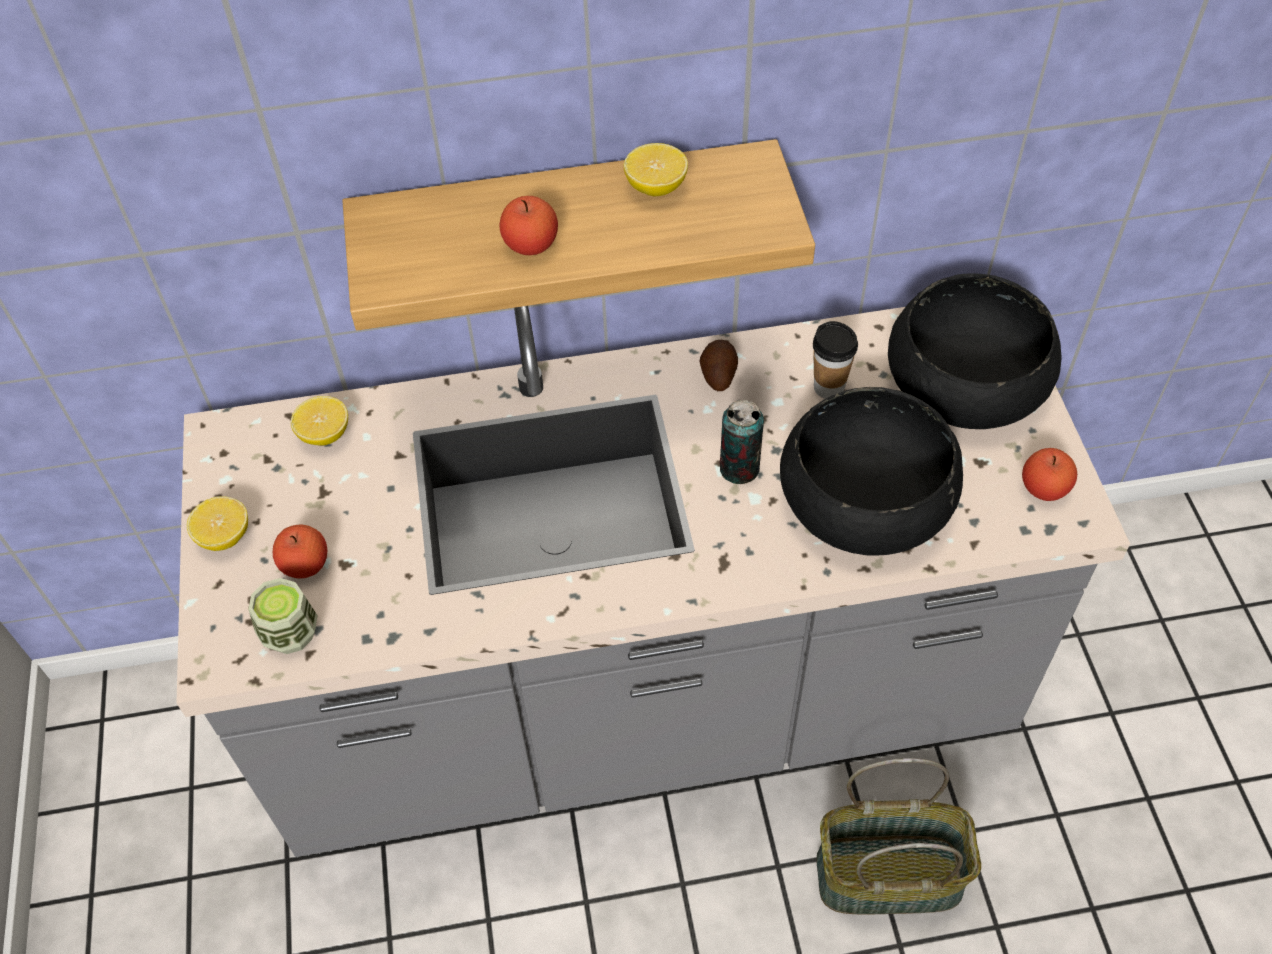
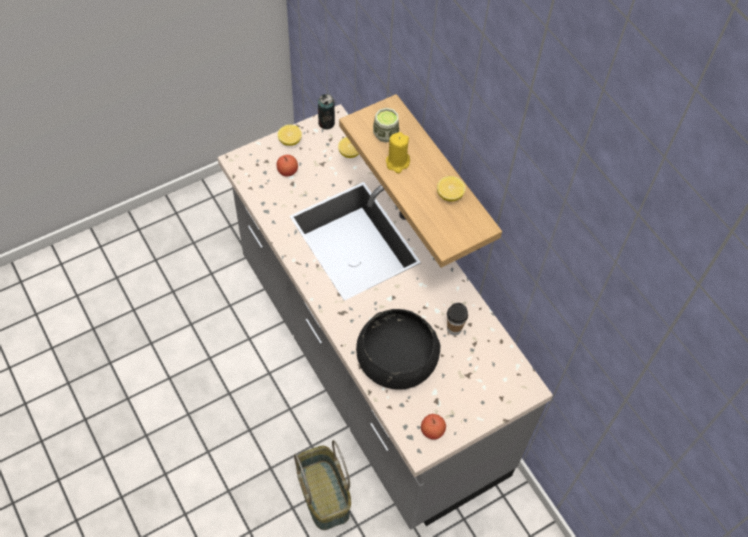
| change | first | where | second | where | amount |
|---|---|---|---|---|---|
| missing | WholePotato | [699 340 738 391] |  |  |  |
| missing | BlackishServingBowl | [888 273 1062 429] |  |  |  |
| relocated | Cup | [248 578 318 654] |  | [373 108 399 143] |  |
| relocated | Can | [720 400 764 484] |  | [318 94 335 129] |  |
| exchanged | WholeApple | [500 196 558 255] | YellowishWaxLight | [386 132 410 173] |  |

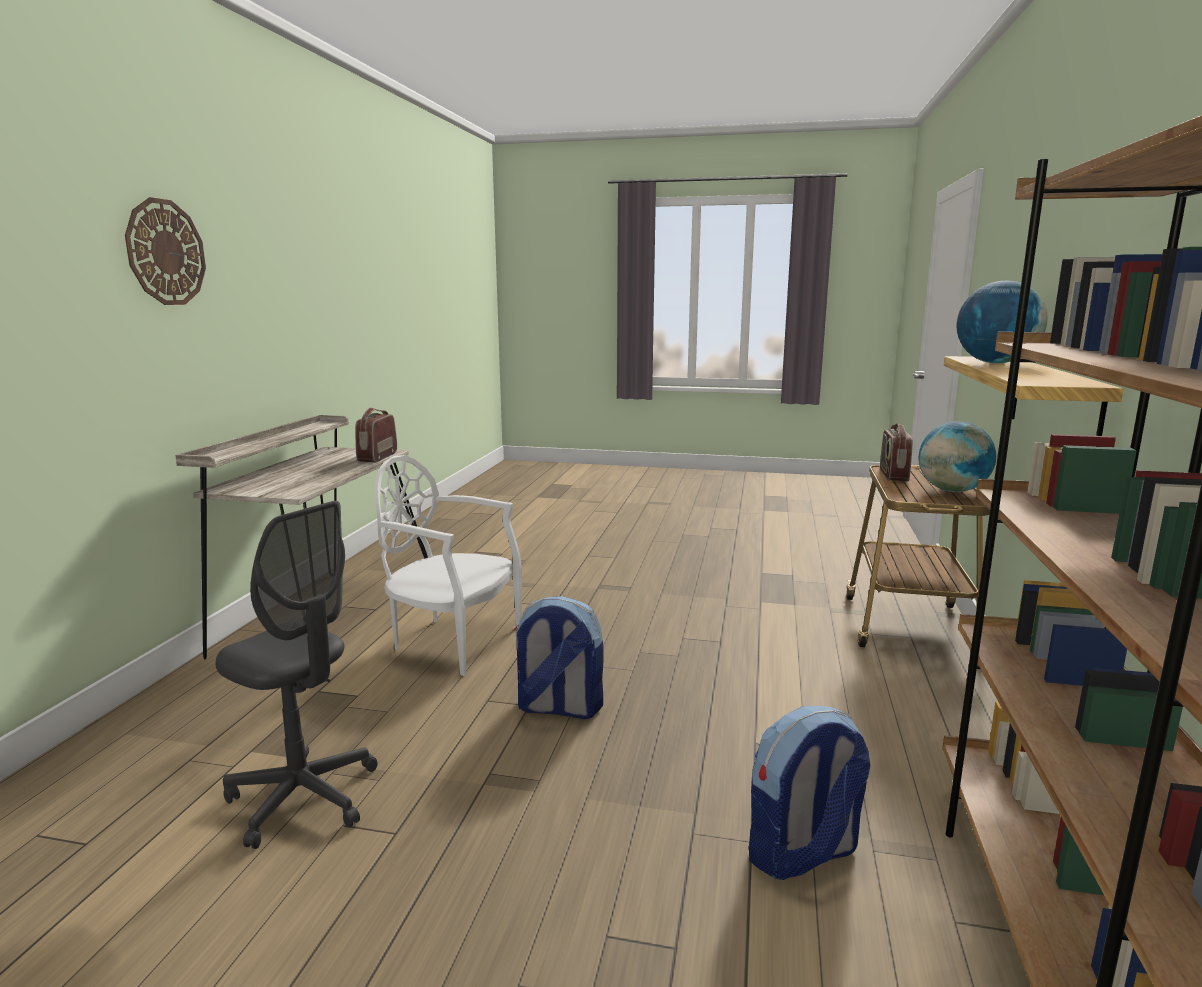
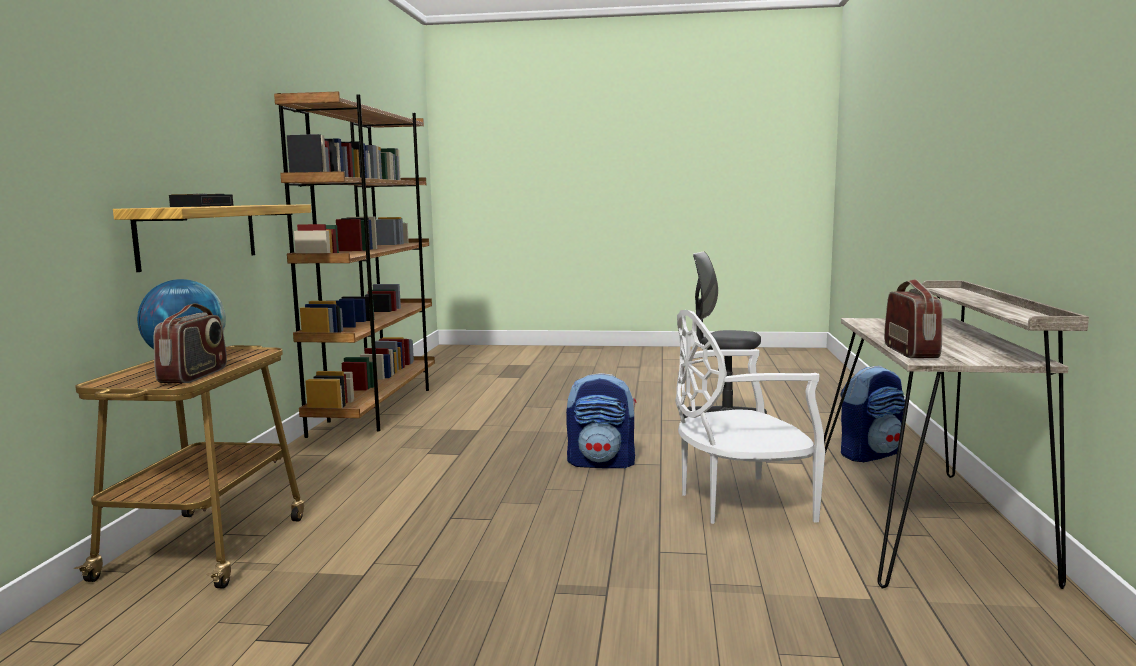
| change | first | where | second | where | amount |
|---|---|---|---|---|---|
| missing | HangingClock | [125 197 206 305] |  |  |  |
| relocated | Rucksack | [749 706 870 880] |  | [841 366 905 462] |  |
| exchanged | WorldGlobe | [957 281 1048 363] | TableClock | [169 194 234 207] |  |
| spun | WhiteUprightChair | [375 455 522 676] |  | [675 310 825 524] | 150 degrees clockwise |

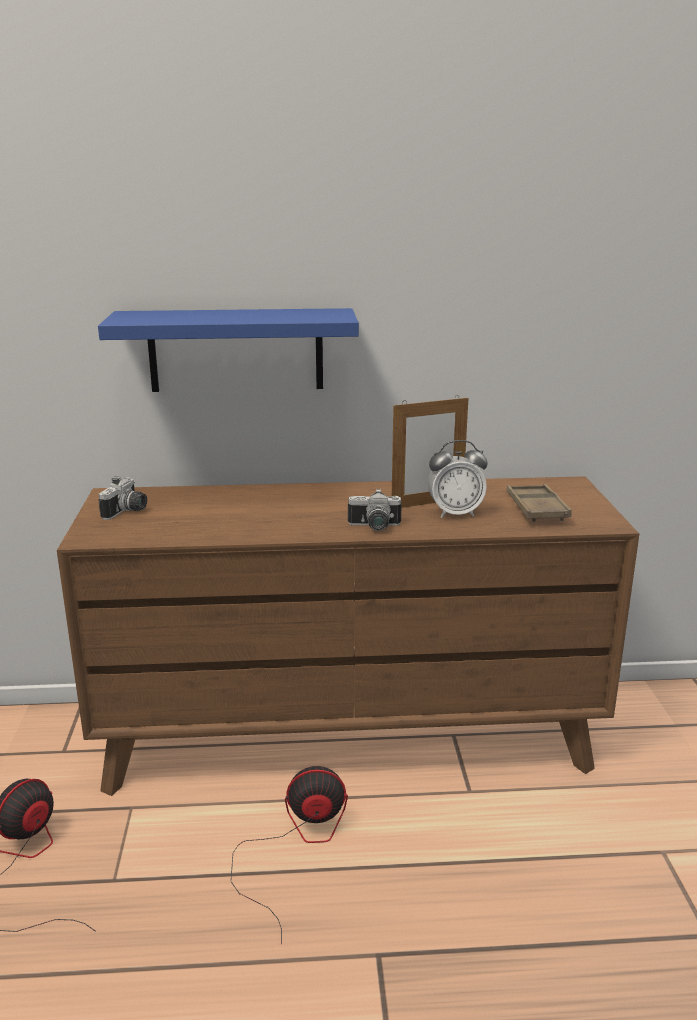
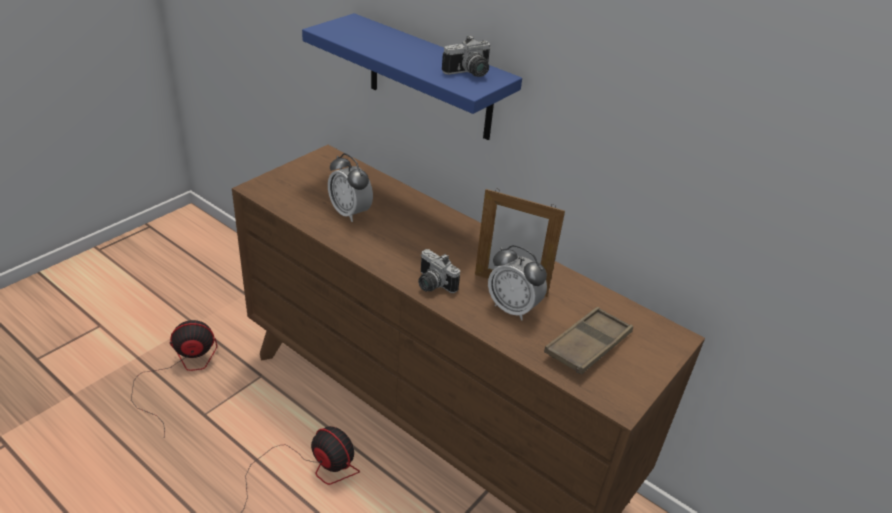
| change | first | where | second | where | amount |
|---|---|---|---|---|---|
| appeared |  |  | TableClock | [328 153 373 222] |  |
| relocated | PhotoCamera | [98 476 147 520] |  | [442 35 491 77] |  |

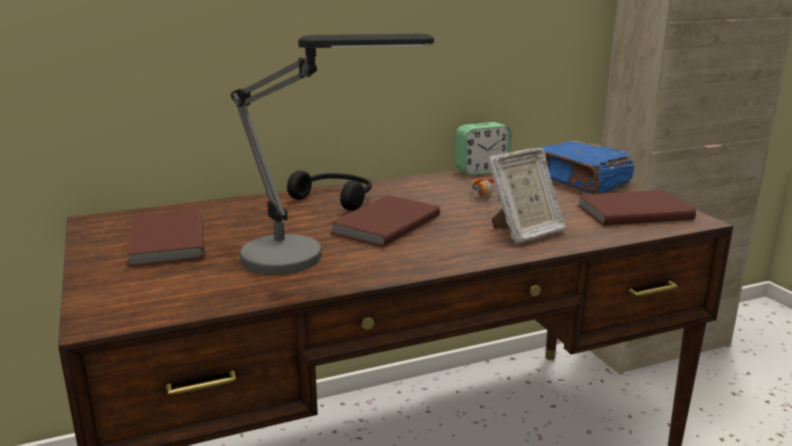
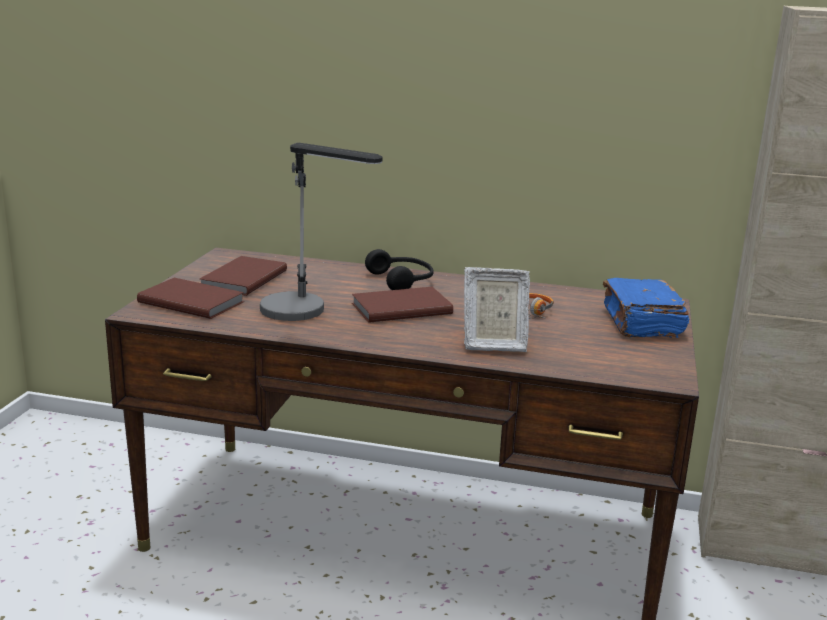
| change | first | where | second | where | amount |
|---|---|---|---|---|---|
| missing | TableClock | [456 122 512 175] |  |  |  |
| relocated | BrownColouredBoundBook | [577 190 696 226] |  | [137 278 244 319] |  |

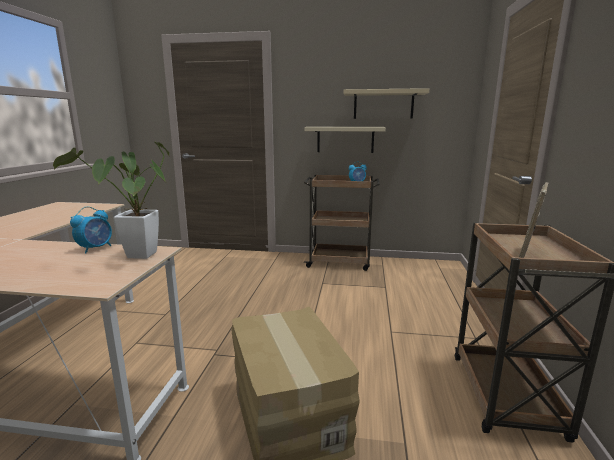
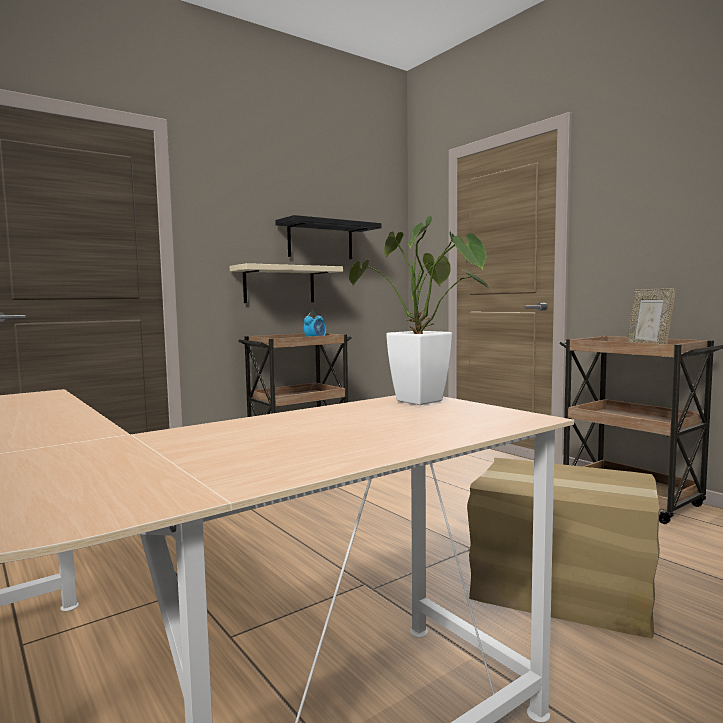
| change | first | where | second | where | amount |
|---|---|---|---|---|---|
| missing | TableClock | [70 206 112 253] |  |  |  |
| colour | BeigeColouredWallShelf | [343 88 429 119] | BlackishWallShelf | [275 215 382 259] |  |

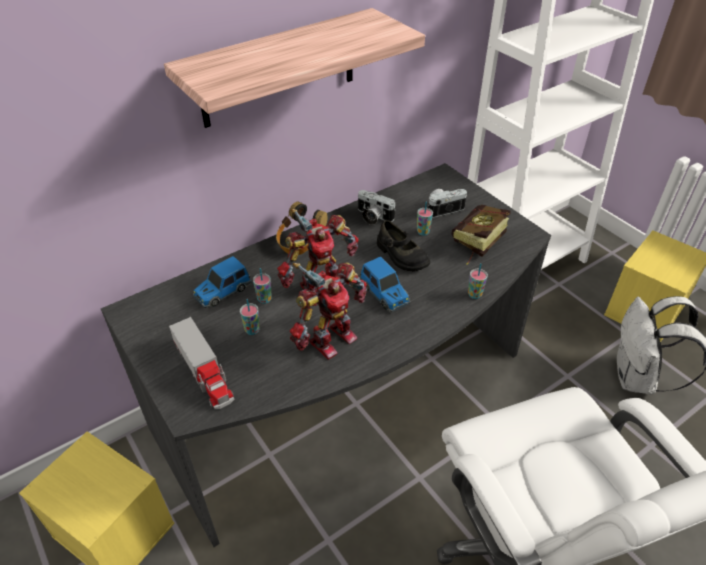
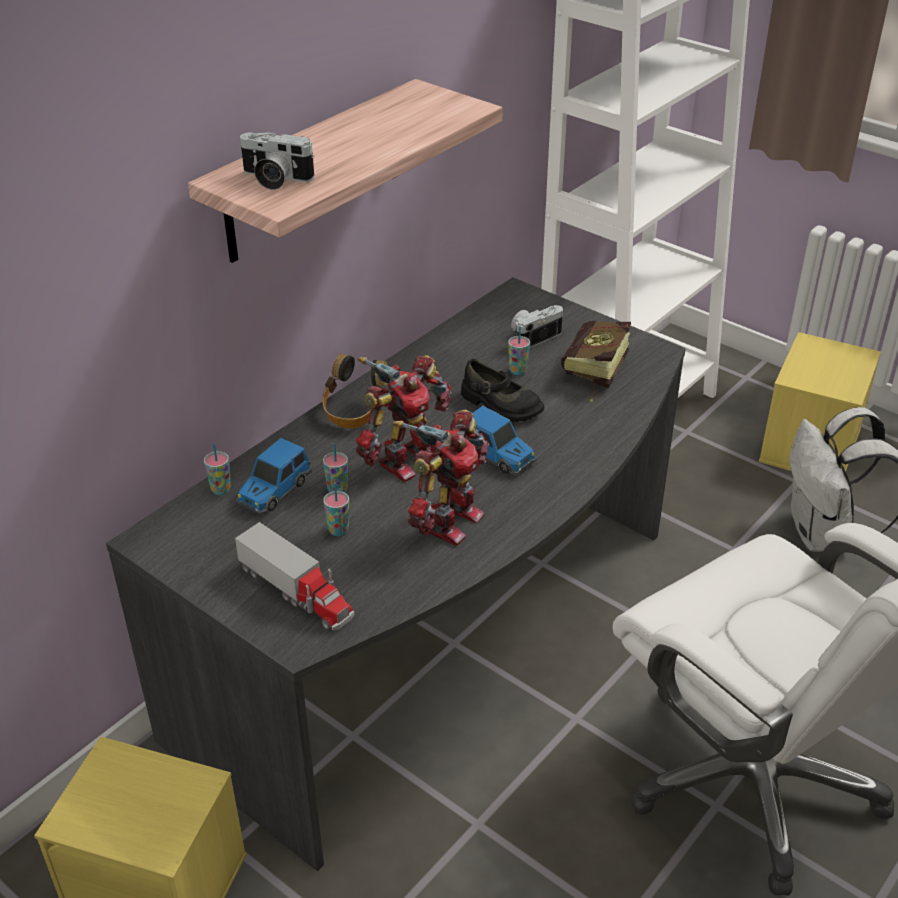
| change | first | where | second | where | amount |
|---|---|---|---|---|---|
| relocated | PhotoCamera | [358 190 396 225] |  | [239 132 315 190] |  |
| relocated | Cup | [468 263 488 299] |  | [204 443 231 495] |  |

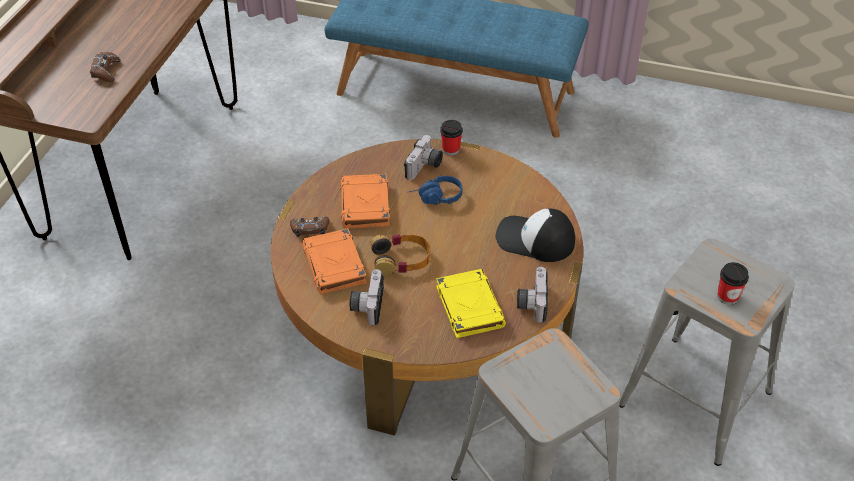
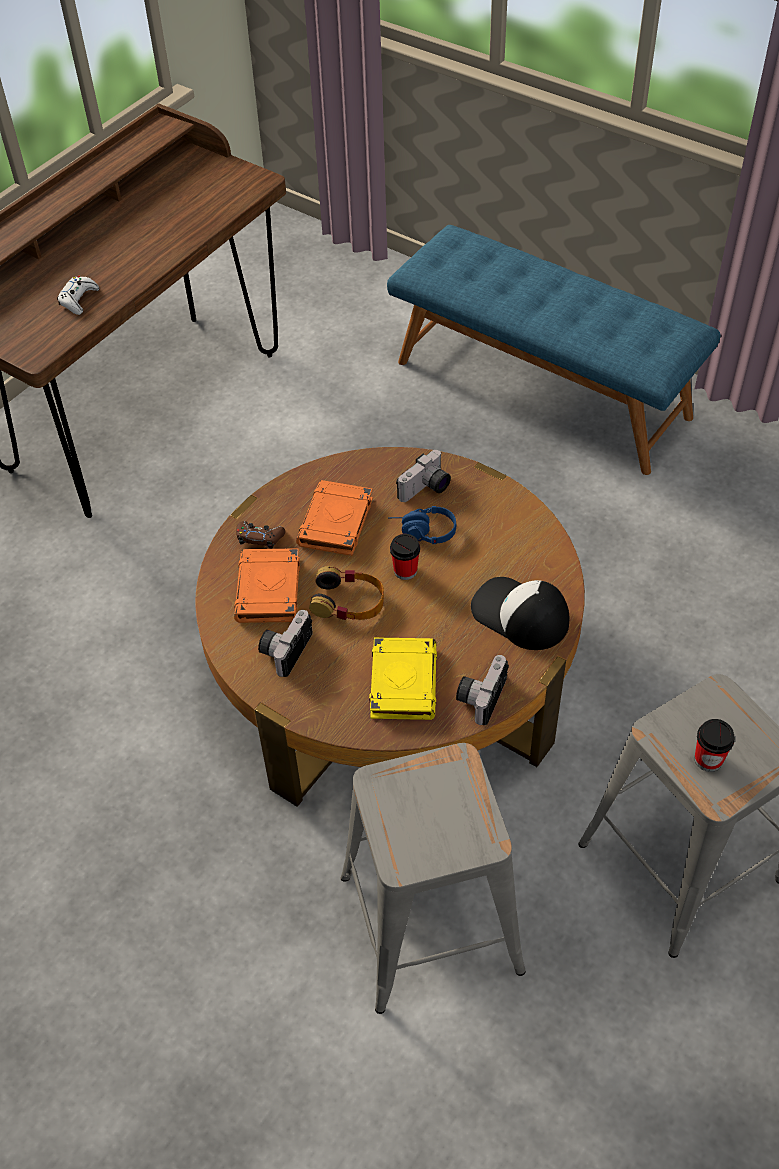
| change | first | where | second | where | amount |
|---|---|---|---|---|---|
| relocated | Cup | [440 120 463 156] |  | [390 534 420 580] |  |
| colour | BrownColouredGamepad | [90 52 121 82] | WhiteGamepad | [57 276 99 315] |  |

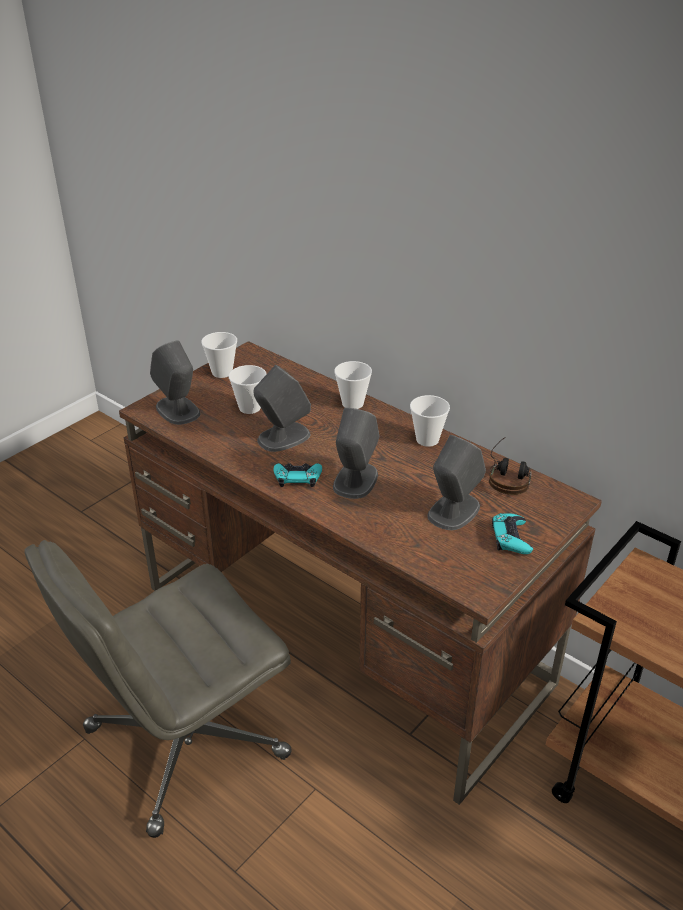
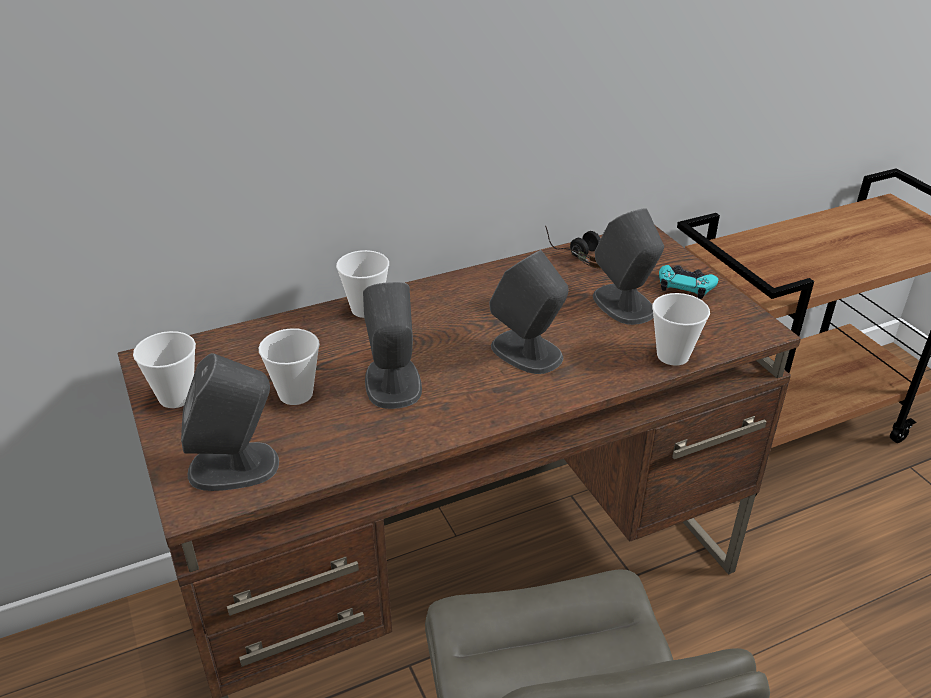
| change | first | where | second | where | amount |
|---|---|---|---|---|---|
| missing | BlueGreenGamepad | [274 463 322 487] |  |  |  |
| relocated | Cup | [410 395 450 447] |  | [652 293 710 366] |  |

